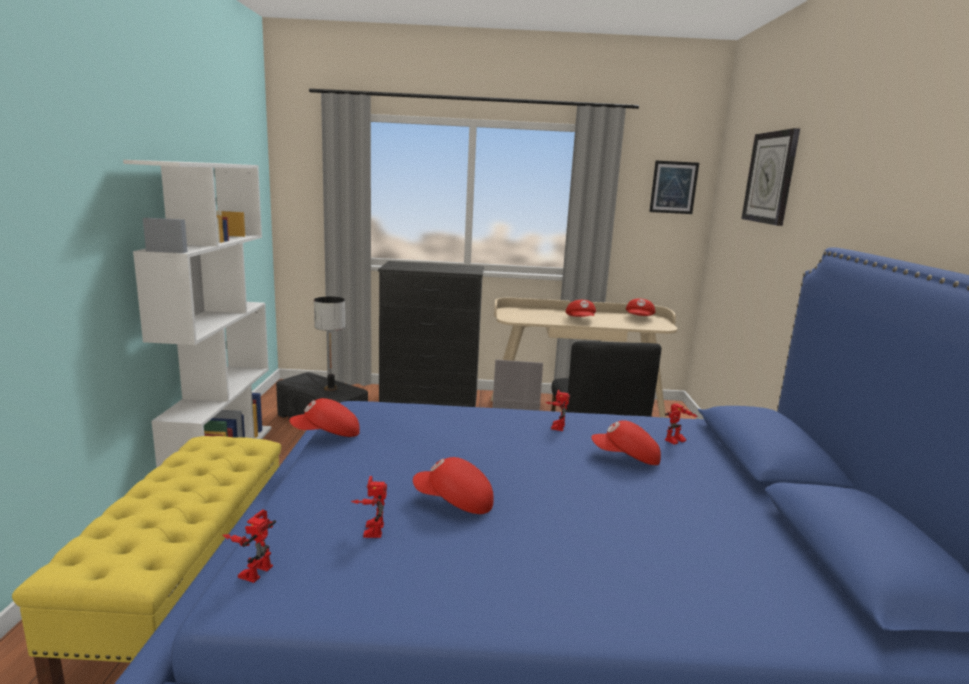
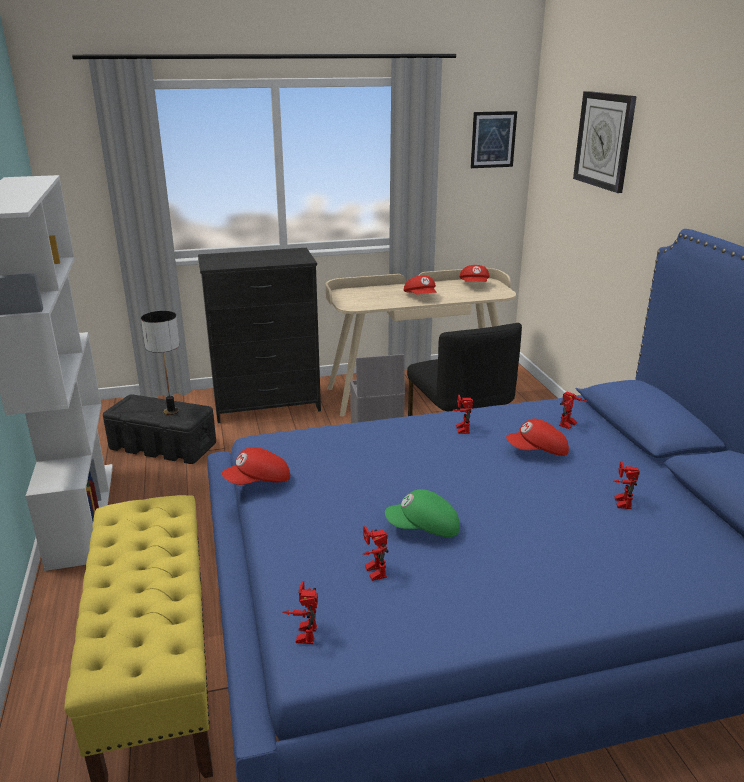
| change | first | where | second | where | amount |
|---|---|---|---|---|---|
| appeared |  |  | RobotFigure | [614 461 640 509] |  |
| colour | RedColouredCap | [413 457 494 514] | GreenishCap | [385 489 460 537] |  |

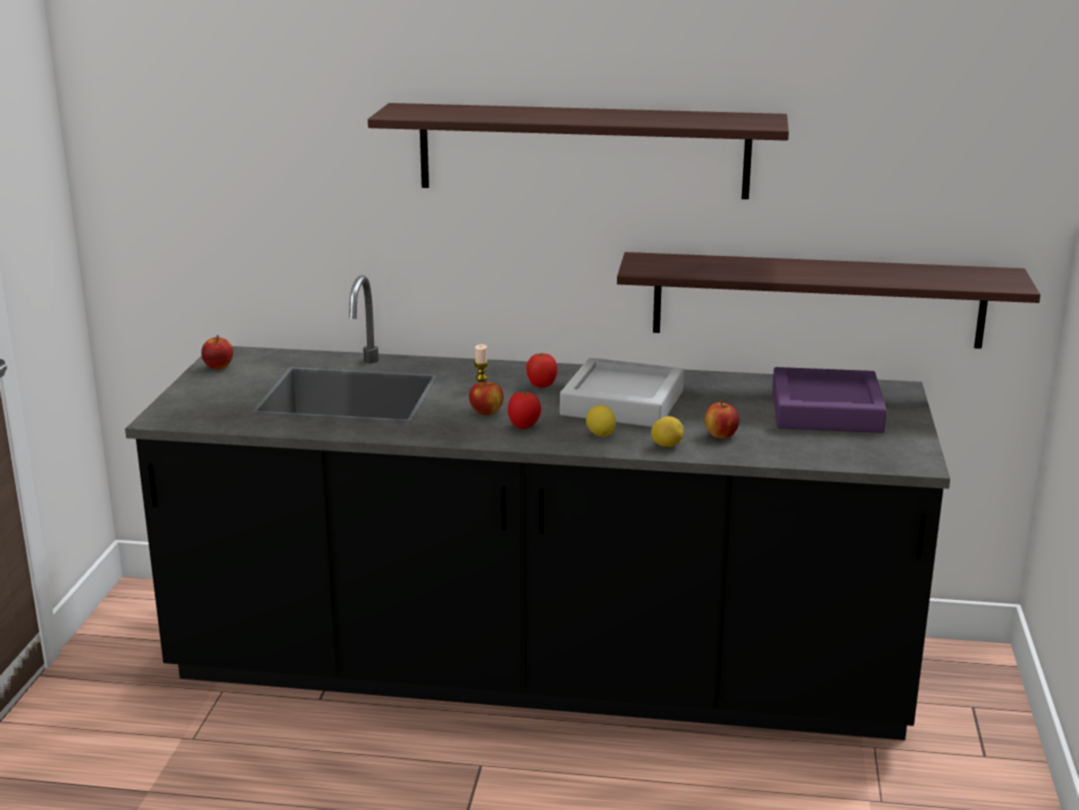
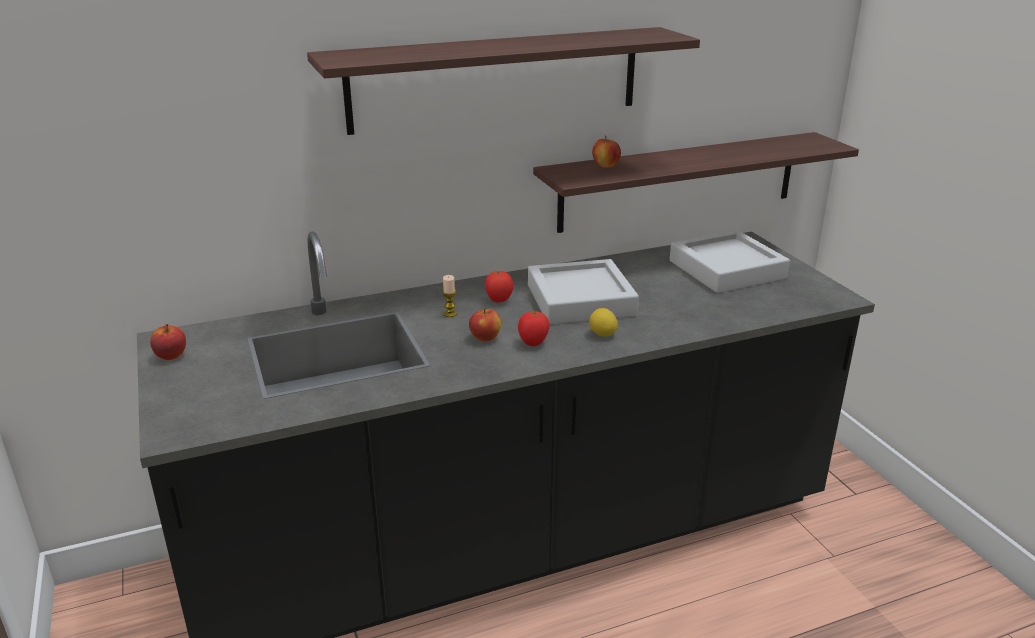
| change | first | where | second | where | amount |
|---|---|---|---|---|---|
| missing | Lemon | [651 416 684 447] |  |  |  |
| relocated | WholeApple | [705 400 740 439] |  | [592 135 621 168] |  |
| colour | PurpleTray | [772 367 887 433] | GrayTray | [670 230 790 293] |  |

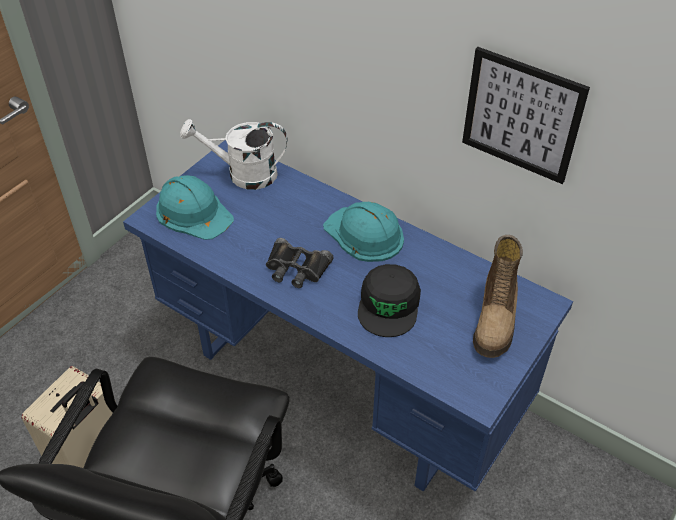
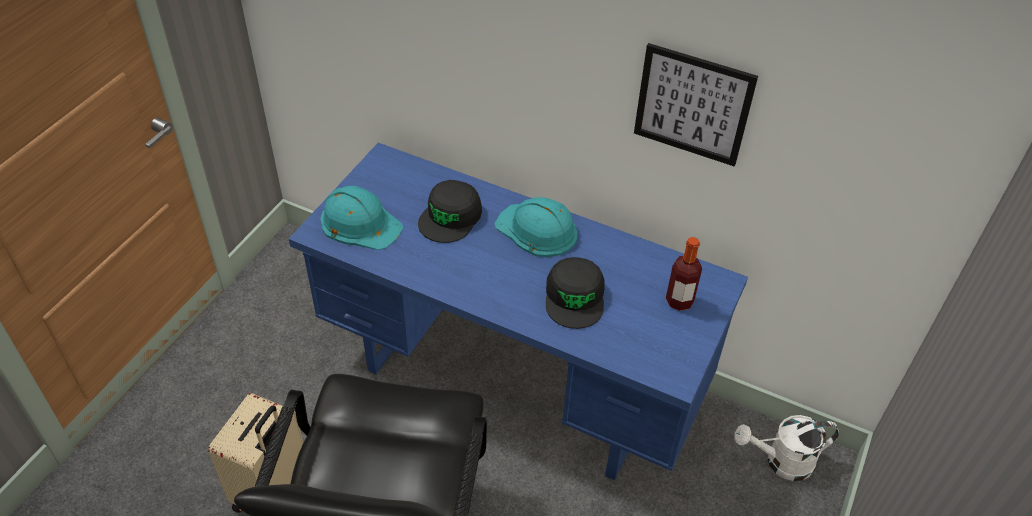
| change | first | where | second | where | amount |
|---|---|---|---|---|---|
| missing | BlackishPairOfBinoculars | [266 238 334 288] |  |  |  |
| appeared |  |  | BlackishCap | [418 180 482 243] |  |
| relocated | WhiteSprinklingCan | [180 119 288 190] |  | [734 415 839 481] |  |
| exchanged | Boot | [473 235 523 358] | BeverageBottle | [666 237 702 311] |  |

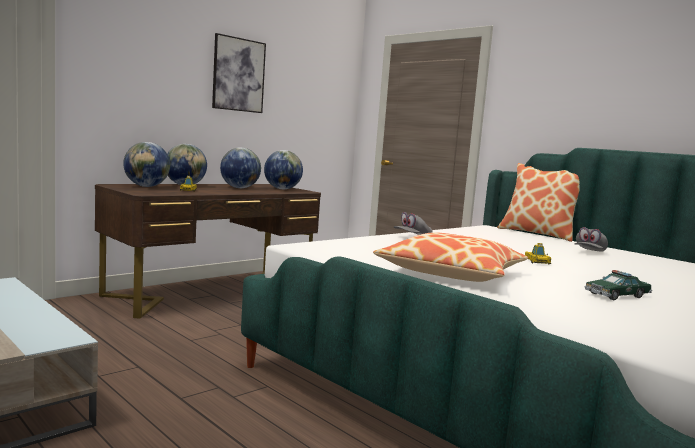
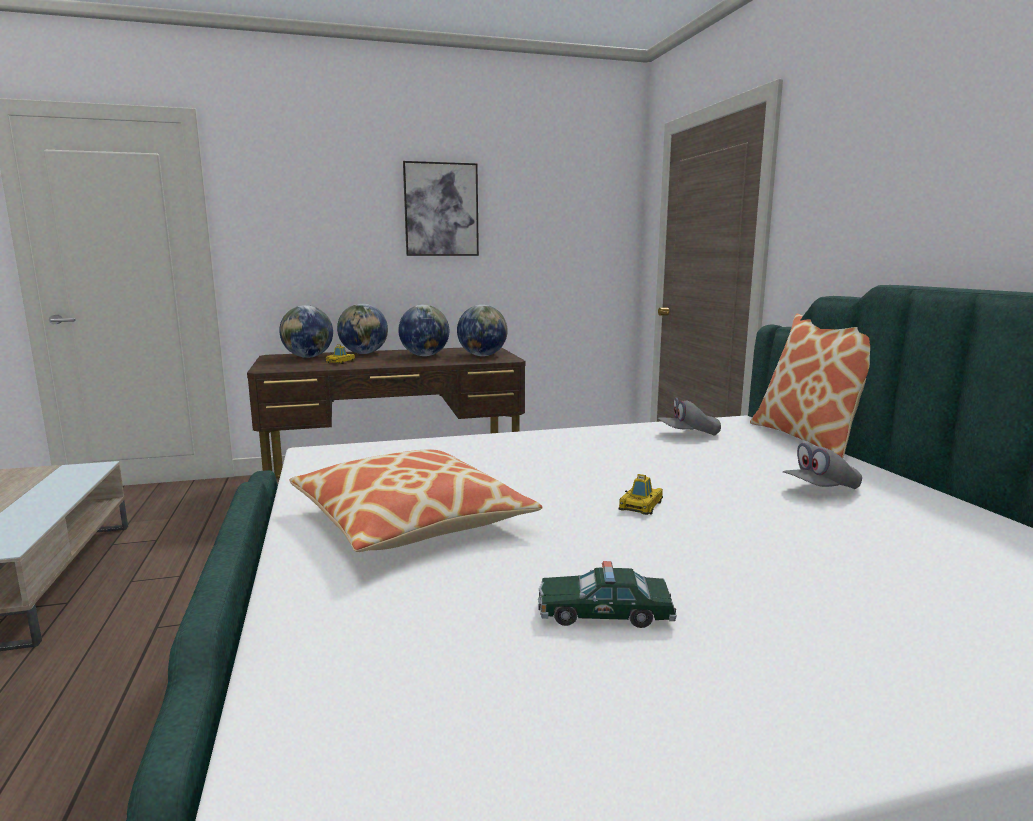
| change | first | where | second | where | amount |
|---|---|---|---|---|---|
| relocated | GrayCap | [394 212 432 235] |  | [658 397 721 436] |  |

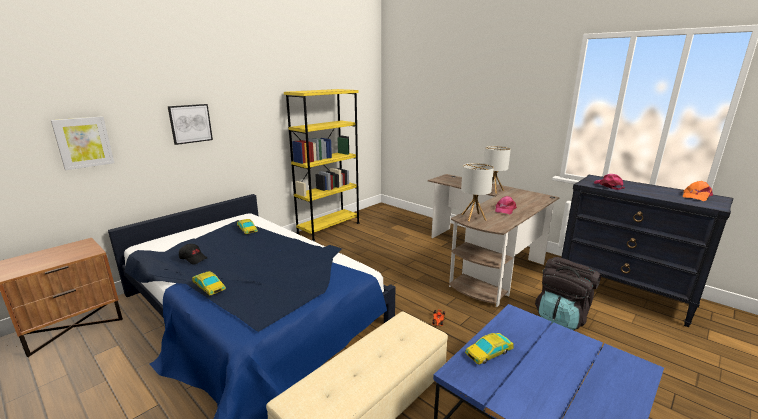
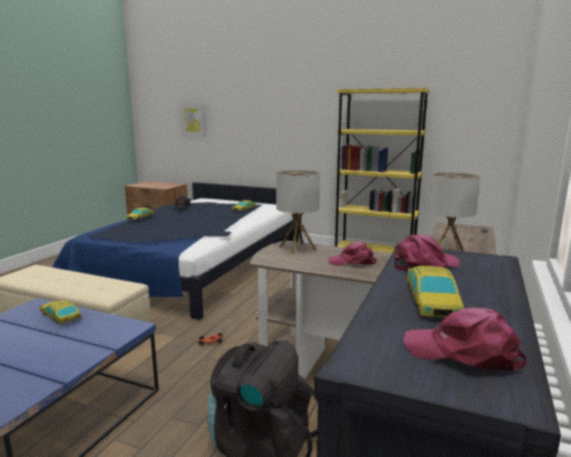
| change | first | where | second | where | amount |
|---|---|---|---|---|---|
| missing | WallArt | [168 104 213 145] |  |  |  |
| appeared |  |  | ToyCar | [407 266 465 317] |  |
| colour | OrangeCap | [683 181 713 201] | PinkColouredCap | [403 308 526 371] |  |

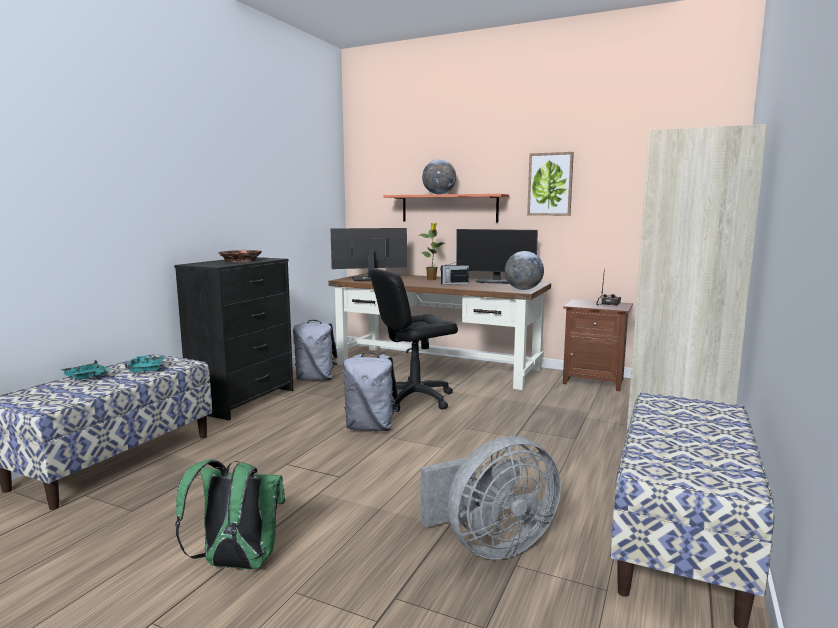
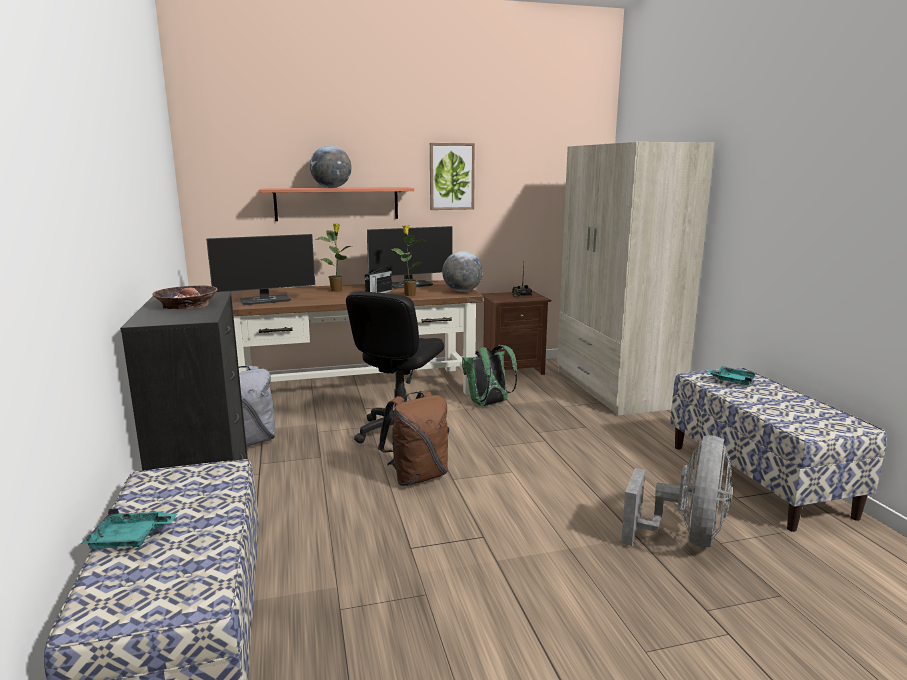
| change | first | where | second | where | amount |
|---|---|---|---|---|---|
| appeared |  |  | PlantInAPot | [390 225 428 296] |  |
| relocated | BlueGreenTray | [125 356 165 373] |  | [707 366 756 385] |  |
| relocated | GreenishRucksack | [175 459 285 570] |  | [462 345 517 406] |  |
| colour | GrayRucksack | [343 352 399 431] | BrownColouredRucksack | [378 391 448 486] |  |
| spun | ComputerDisplay | [331 228 407 281] |  | [206 234 315 305] | 150 degrees counterclockwise |

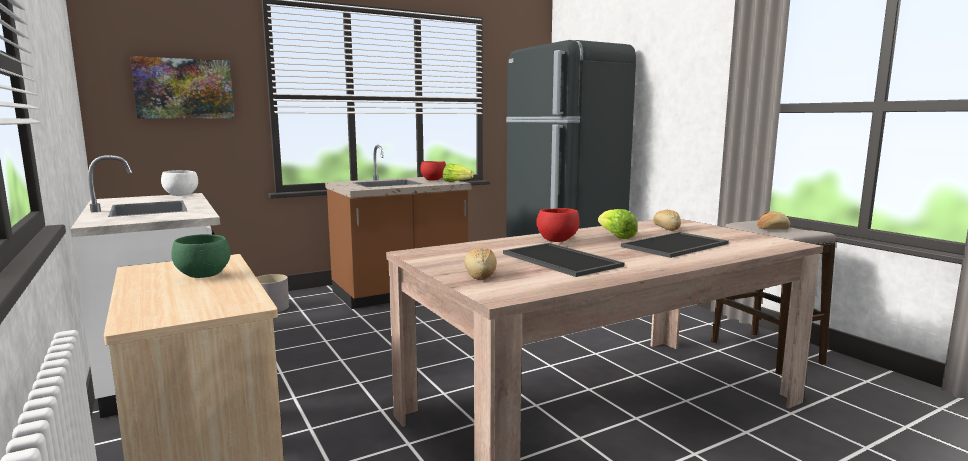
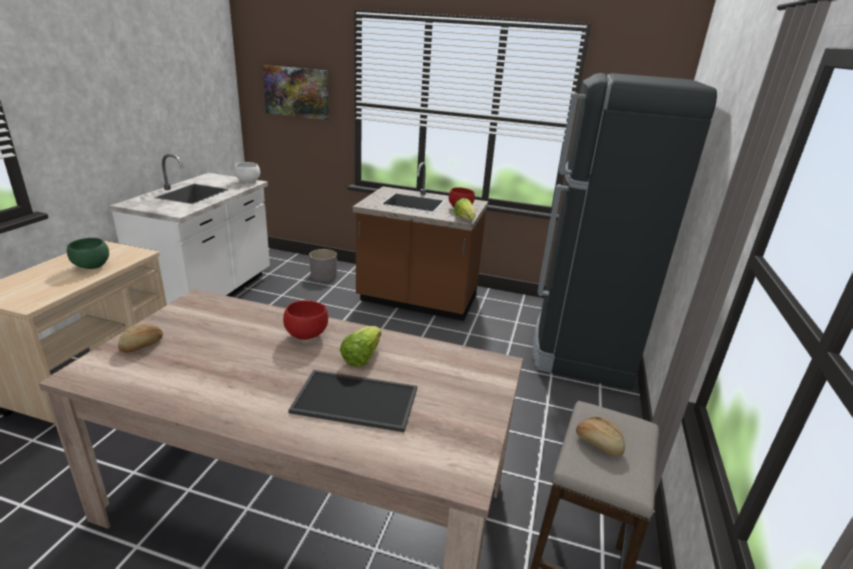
| change | first | where | second | where | amount |
|---|---|---|---|---|---|
| missing | Tray | [503 243 624 277] |  |  |  |
| missing | BakedBread | [653 210 681 231] |  |  |  |

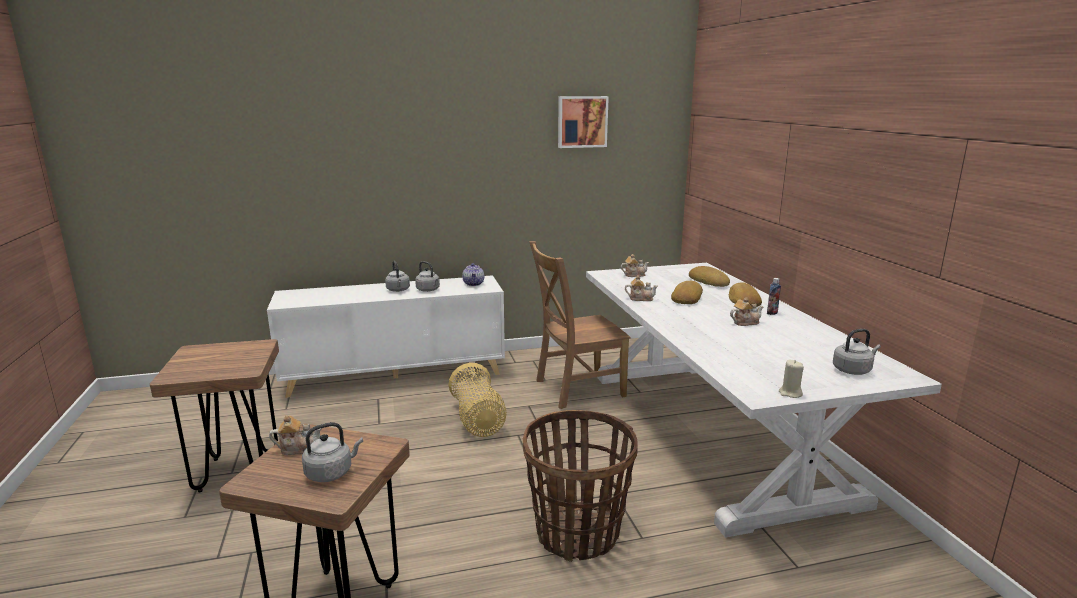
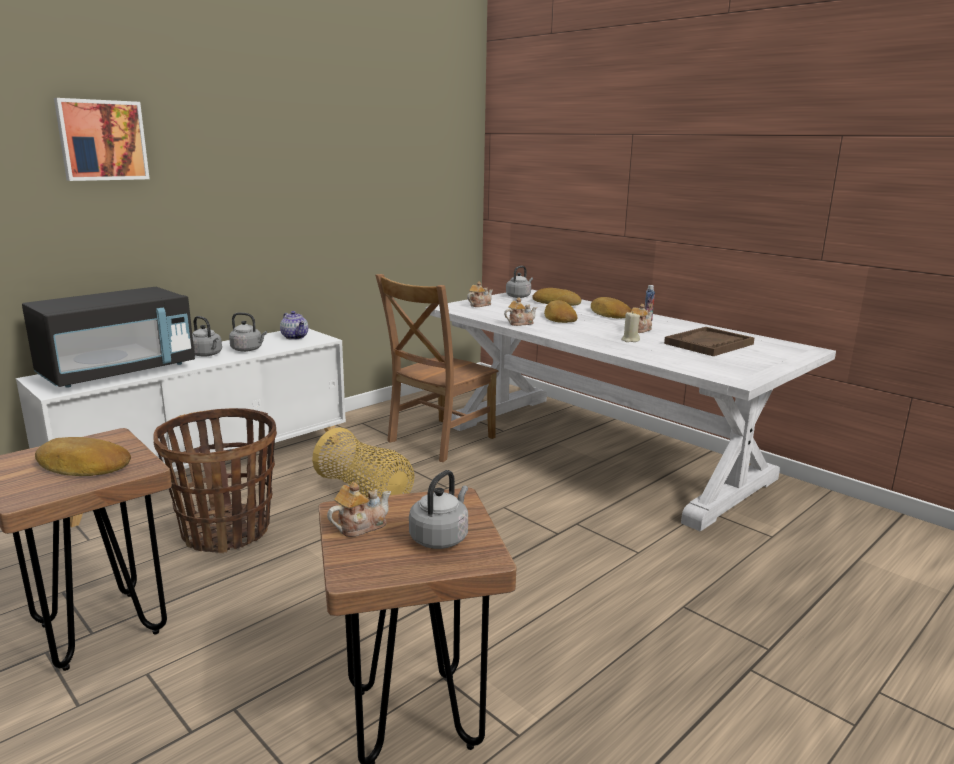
| change | first | where | second | where | amount |
|---|---|---|---|---|---|
| appeared |  |  | BlackishMicrowaveOven | [22 287 195 388] |  |
| appeared |  |  | BakedBread | [35 437 131 476] |  |
| appeared |  |  | BrownColouredTray | [664 327 754 356] |  |
| relocated | Basket | [523 410 638 562] |  | [154 408 277 553] |  |
| relocated | WallArt | [558 96 609 148] |  | [54 98 150 181] |  |
| relocated | BeigeColouredWaxLight | [779 359 804 398] |  | [621 312 640 342] |  |
| relocated | GrayWaterKettle | [833 329 881 375] |  | [506 266 533 298] |  |

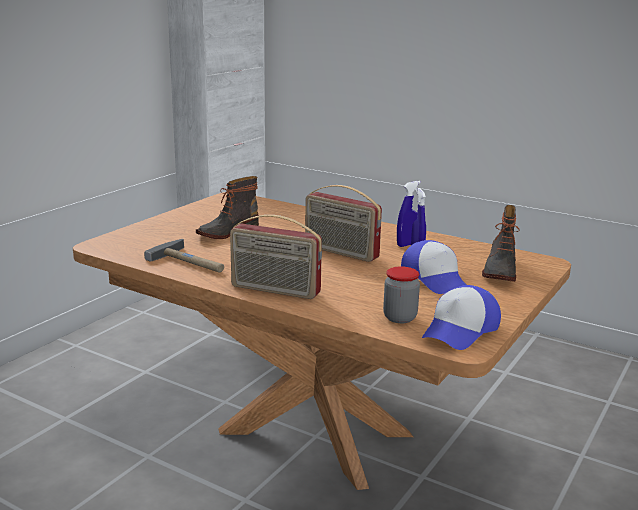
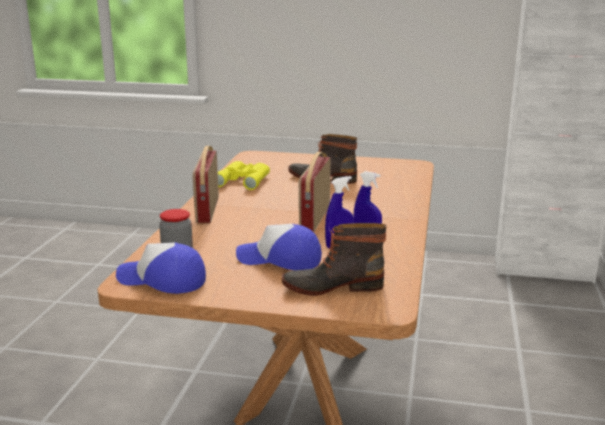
| change | first | where | second | where | amount |
|---|---|---|---|---|---|
| exchanged | HandHammer | [144 239 224 272] | YellowishPairOfBinoculars | [218 161 270 190] |  |
| spun | Cap | [401 240 467 294] |  | [236 224 322 270] | 60 degrees clockwise |

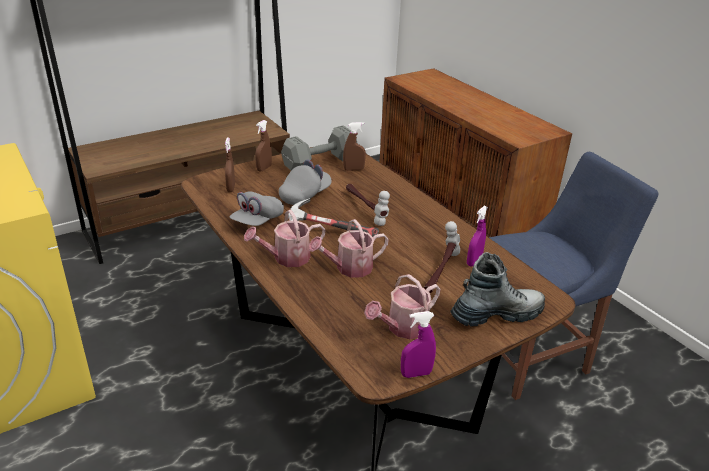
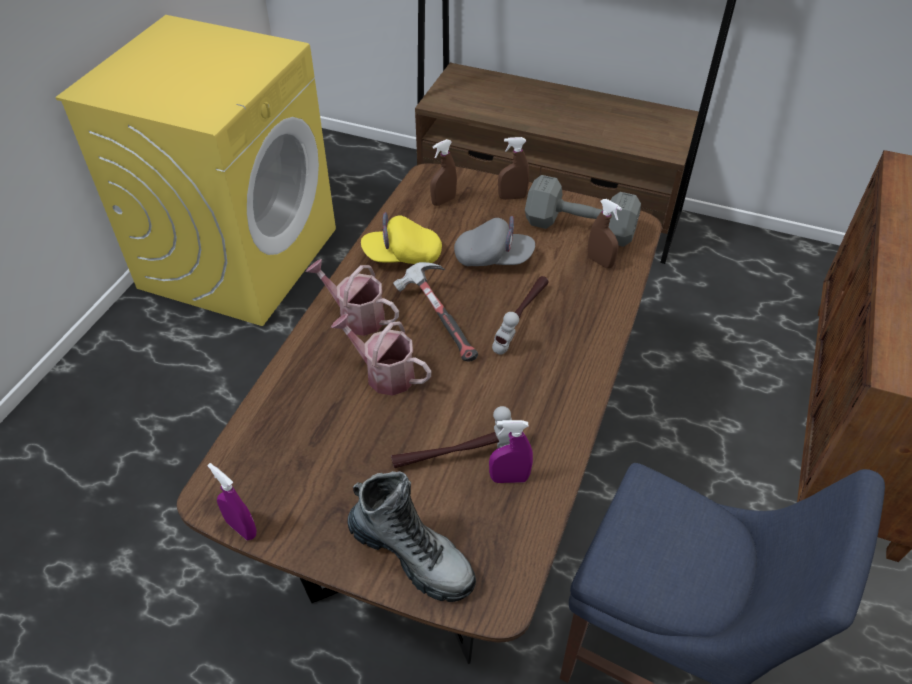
| change | first | where | second | where | amount |
|---|---|---|---|---|---|
| missing | SprinklingCan | [364 274 441 339] |  |  |  |
| colour | GrayCap | [230 192 284 226] | YellowishCap | [361 212 442 264] |  |

